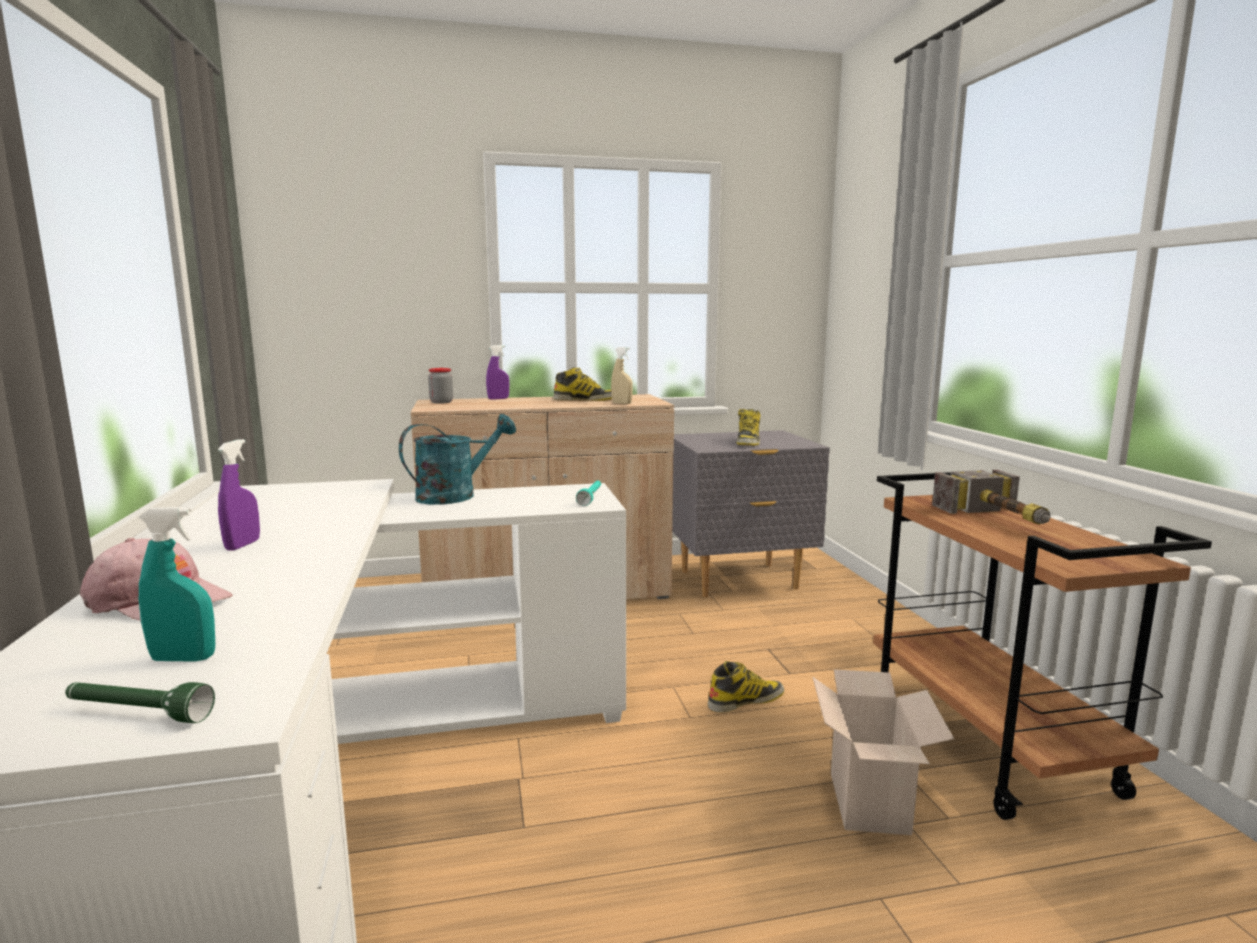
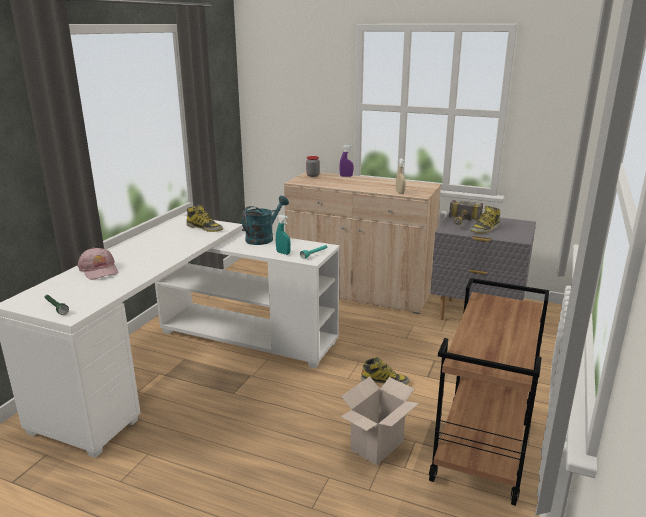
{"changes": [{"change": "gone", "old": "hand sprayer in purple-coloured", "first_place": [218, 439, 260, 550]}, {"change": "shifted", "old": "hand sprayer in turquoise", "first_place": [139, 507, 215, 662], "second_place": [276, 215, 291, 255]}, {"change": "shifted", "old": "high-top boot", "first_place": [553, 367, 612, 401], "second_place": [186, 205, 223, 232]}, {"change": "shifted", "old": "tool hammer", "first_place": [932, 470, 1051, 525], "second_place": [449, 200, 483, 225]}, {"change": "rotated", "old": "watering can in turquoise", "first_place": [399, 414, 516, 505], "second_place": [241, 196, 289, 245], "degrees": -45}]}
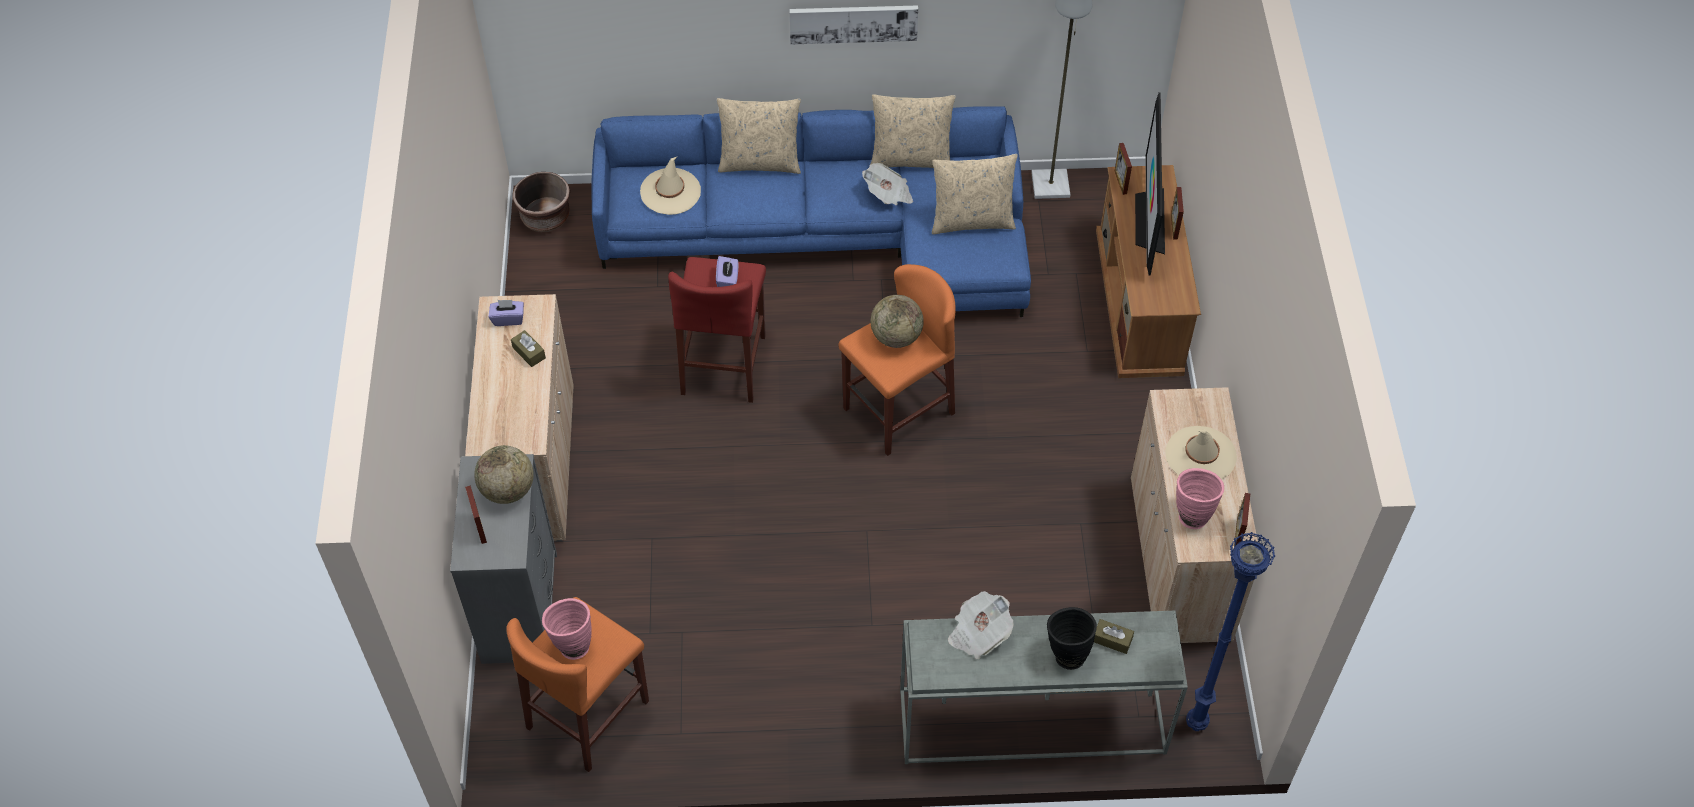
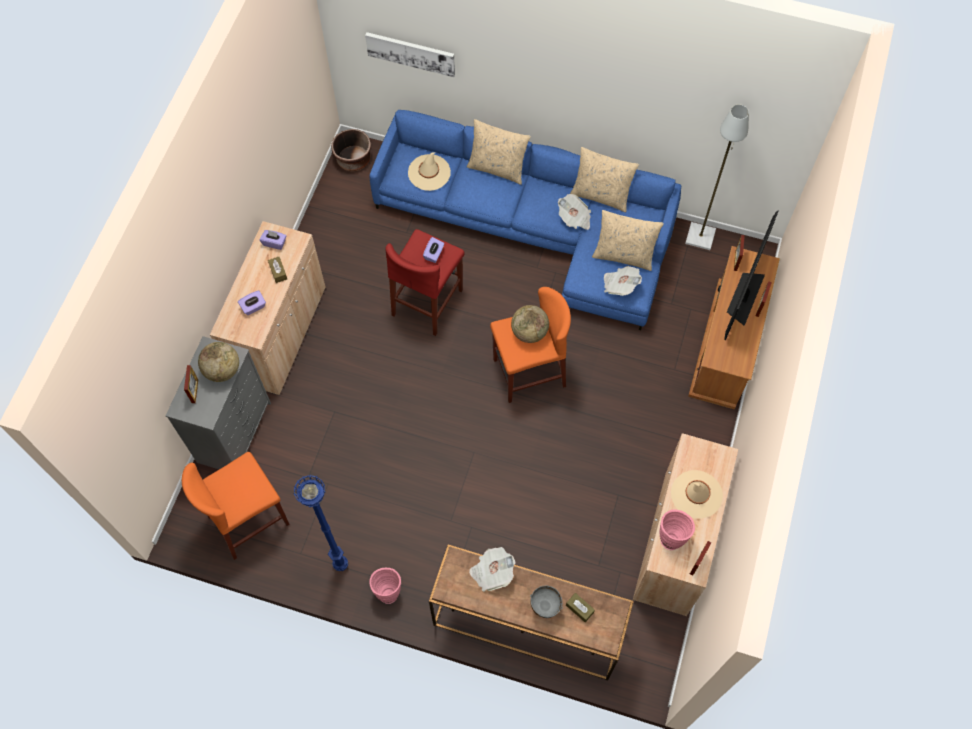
{"changes": [{"change": "new", "new": "tissue holder in purple-coloured", "second_place": [238, 290, 266, 315]}, {"change": "new", "new": "printed paper", "second_place": [604, 266, 642, 296]}, {"change": "shifted", "old": "vase in pink-coloured", "first_place": [542, 598, 592, 660], "second_place": [369, 568, 401, 604]}, {"change": "shifted", "old": "wall art", "first_place": [789, 5, 918, 44], "second_place": [365, 32, 455, 77]}, {"change": "shifted", "old": "standing lamp in bluish", "first_place": [1186, 532, 1276, 731], "second_place": [293, 475, 348, 571]}, {"change": "swapped", "old": "vase in blackish", "new": "deep dish in grey", "first_place": [1047, 607, 1097, 670], "second_place": [530, 586, 563, 618]}, {"change": "repainted", "old": "narrow table in grey", "new": "narrow table in brown", "first_place": [900, 611, 1188, 764], "second_place": [429, 544, 634, 681]}]}
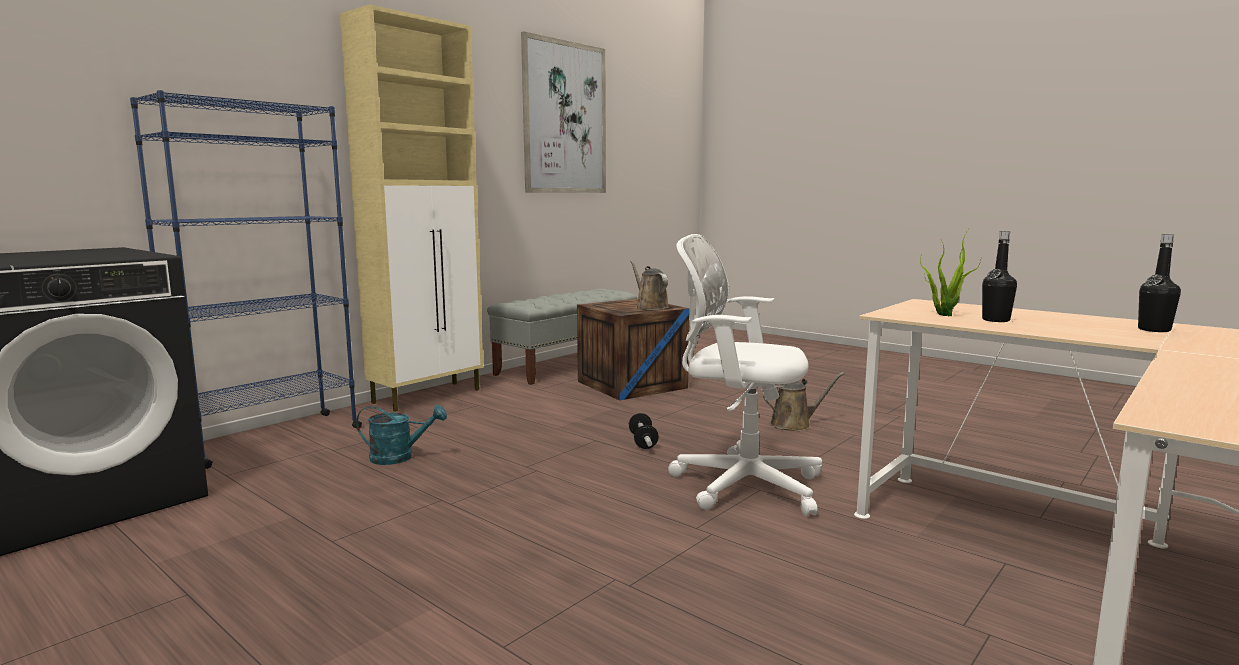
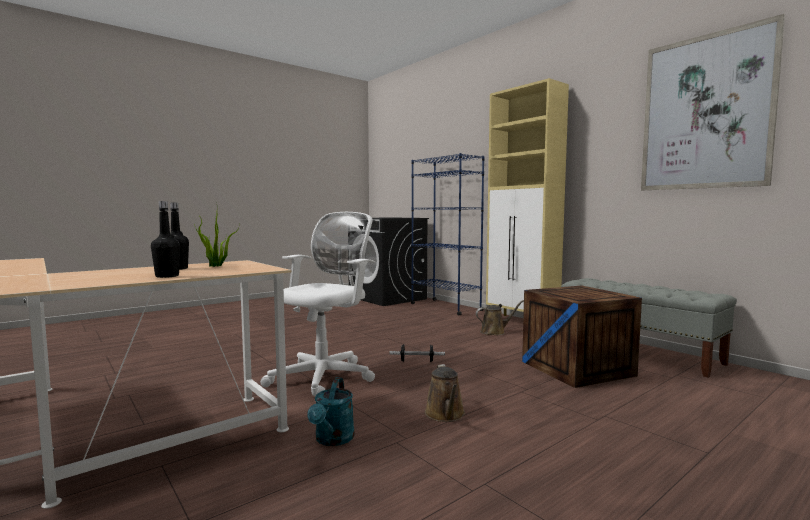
{"changes": [{"change": "shifted", "old": "watering can in turquoise", "first_place": [356, 405, 447, 465], "second_place": [307, 377, 355, 446]}, {"change": "shifted", "old": "watering can in brown", "first_place": [630, 260, 669, 310], "second_place": [476, 300, 524, 335]}, {"change": "shifted", "old": "beverage bottle in blackish", "first_place": [1138, 234, 1181, 332], "second_place": [151, 201, 180, 278]}]}
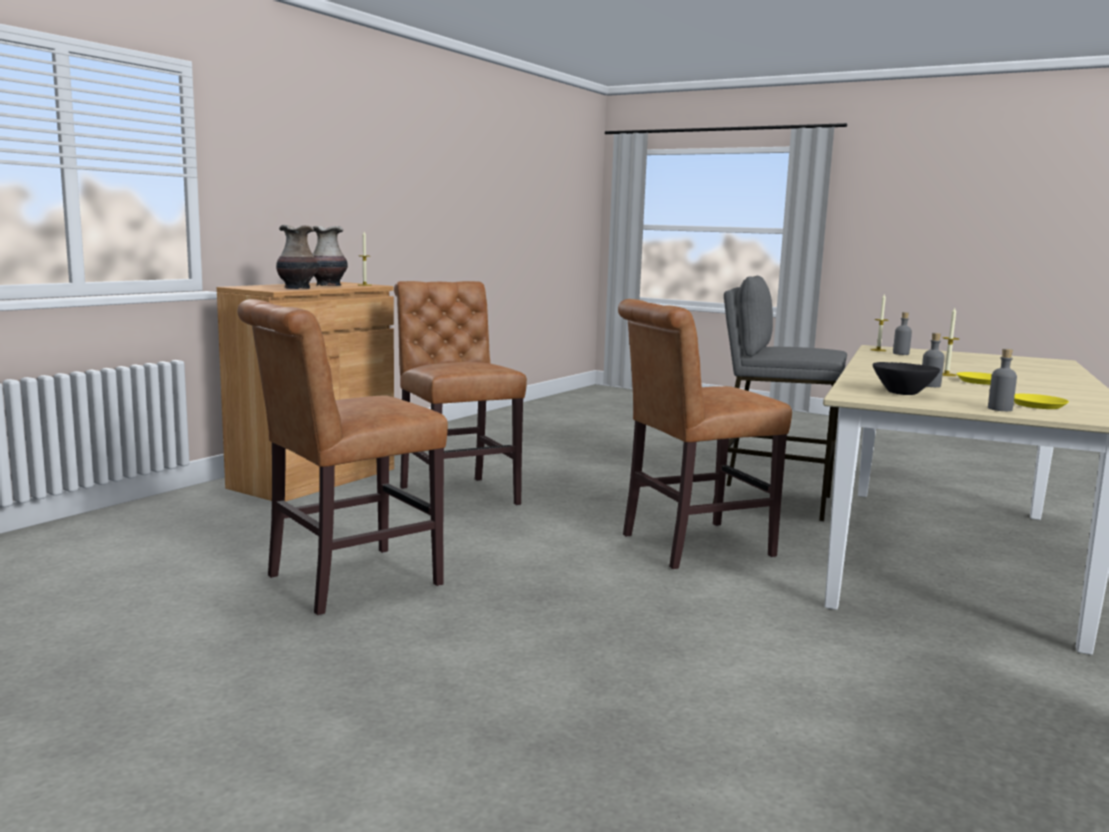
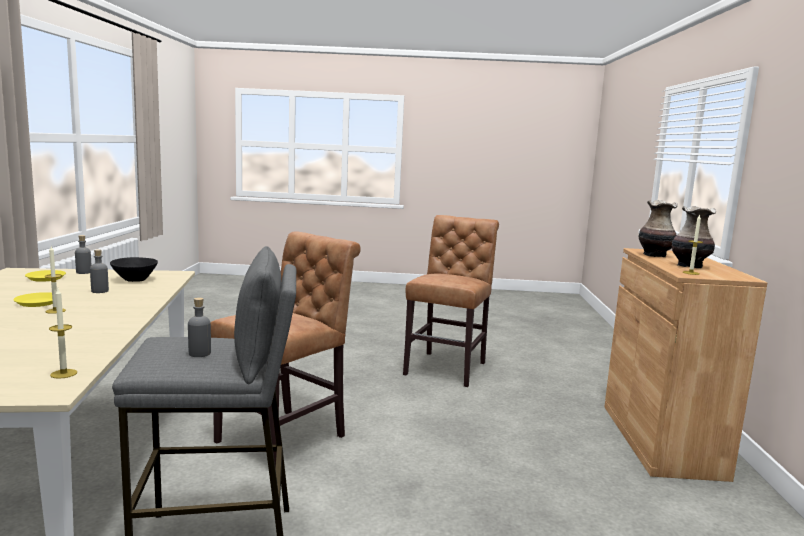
{"changes": [{"change": "gone", "old": "chair in brown", "first_place": [394, 281, 527, 506]}, {"change": "shifted", "old": "beverage bottle in grey", "first_place": [893, 312, 912, 355], "second_place": [188, 297, 211, 357]}]}
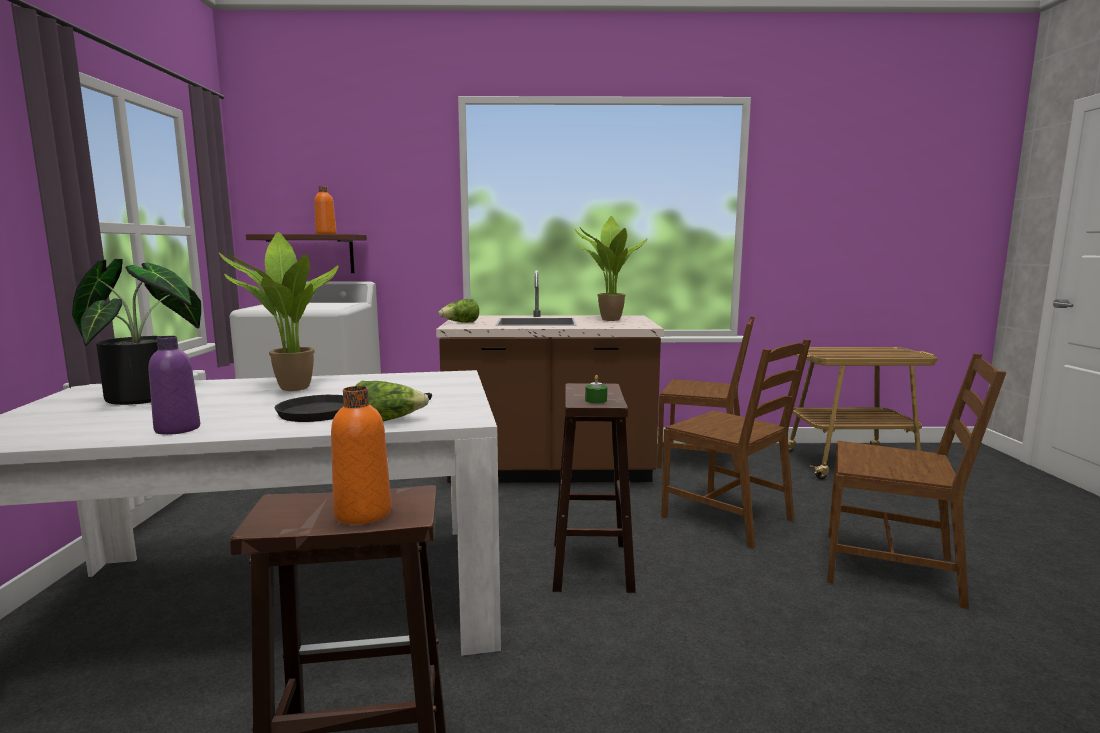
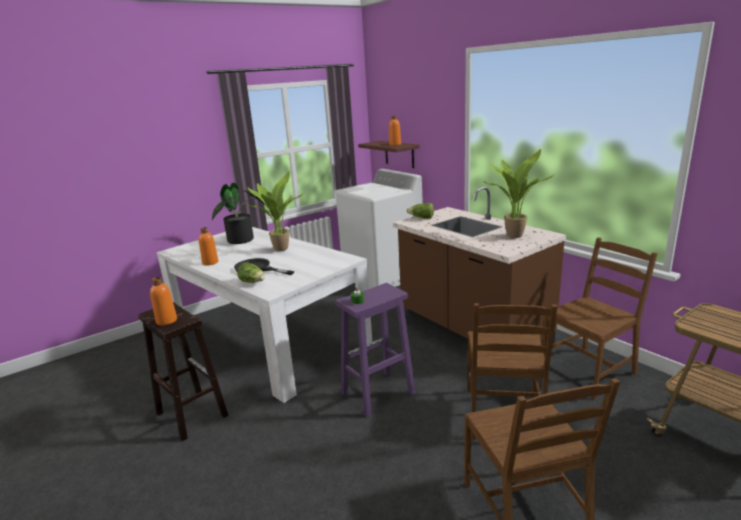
{"changes": [{"change": "repainted", "old": "beverage bottle in purple-coloured", "new": "beverage bottle in orangey", "first_place": [149, 336, 200, 435], "second_place": [199, 227, 218, 265]}, {"change": "repainted", "old": "stool in brown", "new": "stool in purple-coloured", "first_place": [553, 383, 636, 593], "second_place": [336, 283, 415, 417]}, {"change": "rotated", "old": "chair in brown", "first_place": [657, 316, 755, 472], "second_place": [542, 237, 658, 399], "degrees": -105}]}
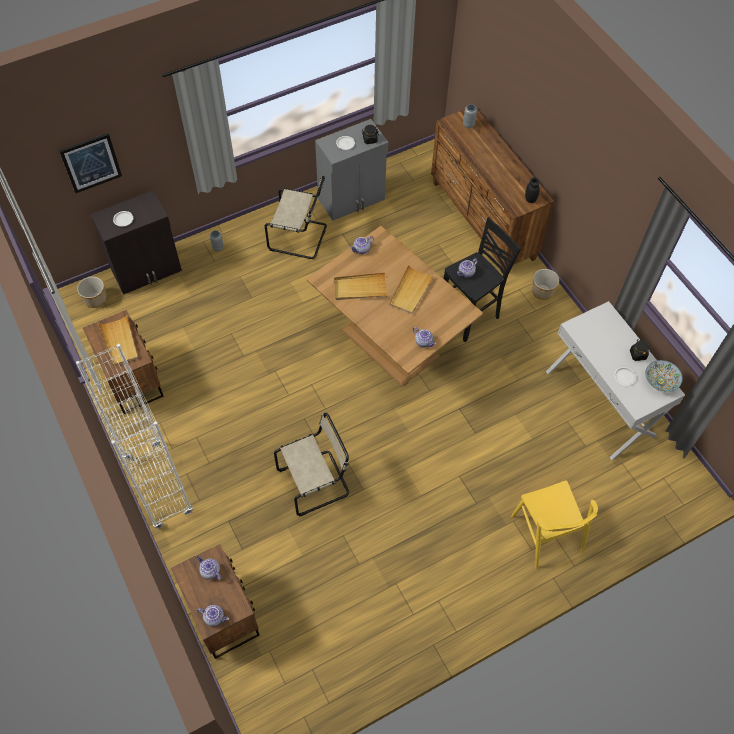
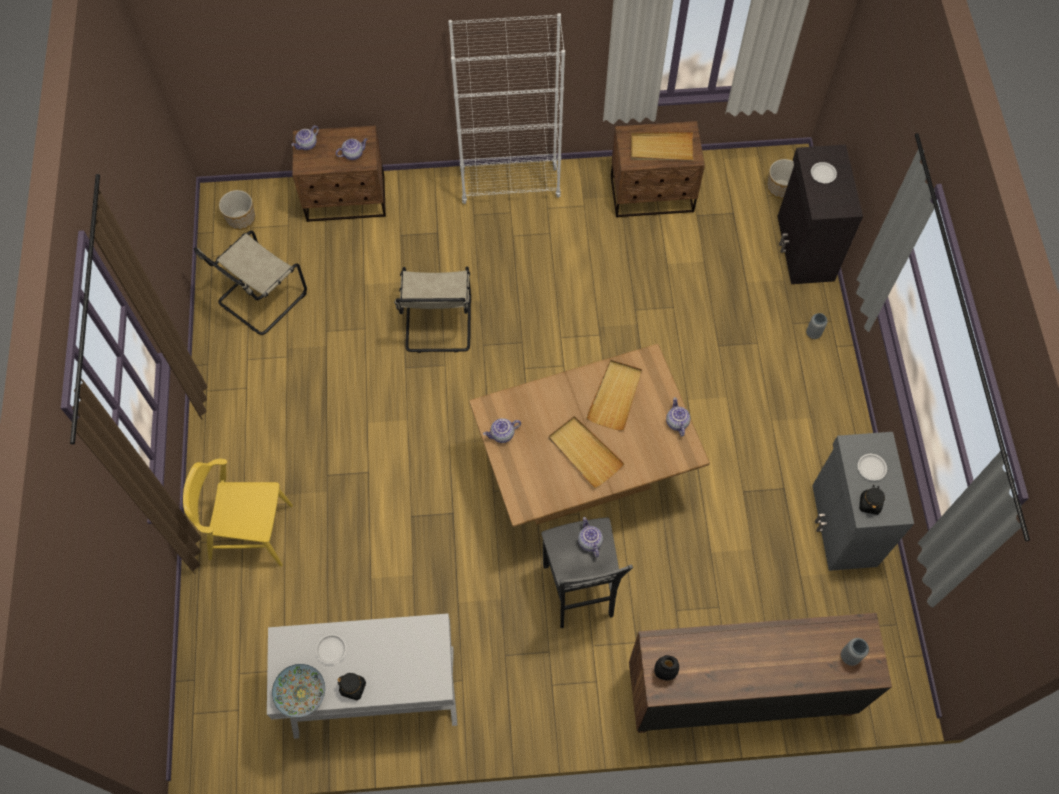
{"changes": [{"change": "gone", "old": "wall art", "first_place": [59, 133, 122, 193]}, {"change": "shifted", "old": "chair in beige", "first_place": [265, 176, 327, 259], "second_place": [194, 231, 307, 335]}, {"change": "shifted", "old": "planter", "first_place": [532, 269, 559, 300], "second_place": [219, 190, 255, 230]}]}
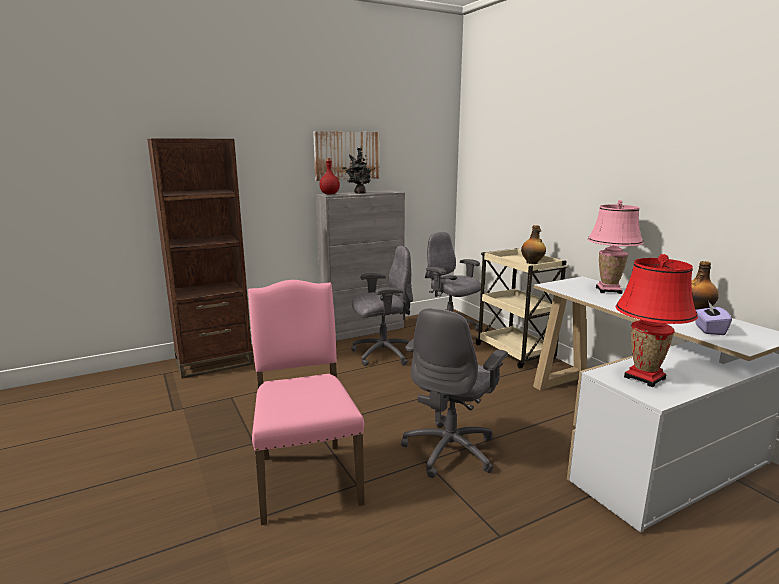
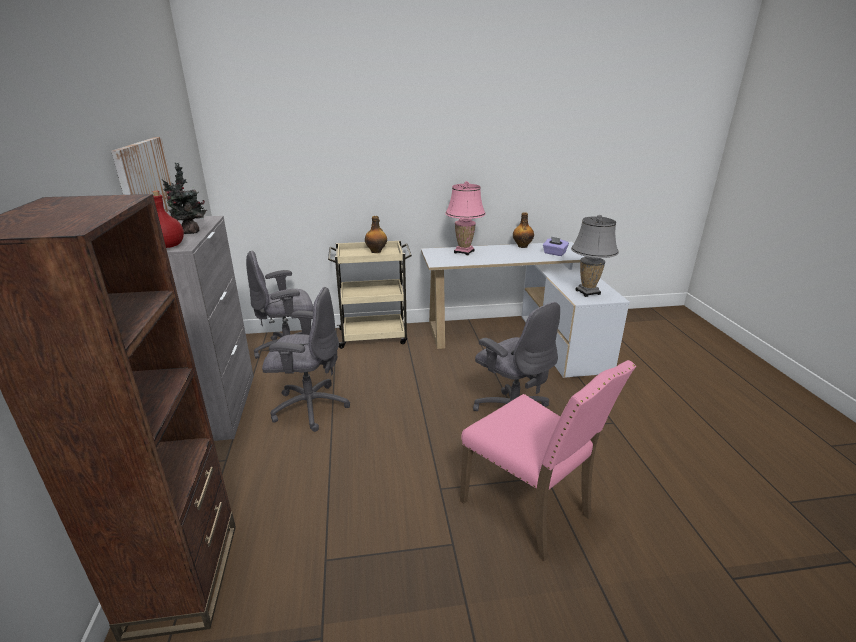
{"changes": [{"change": "repainted", "old": "lamp for a table in reddish", "new": "lamp for a table in grey", "first_place": [615, 254, 698, 387], "second_place": [571, 215, 619, 297]}, {"change": "rotated", "old": "chair in pink-coloured", "first_place": [248, 280, 365, 525], "second_place": [460, 360, 636, 562], "degrees": -135}, {"change": "rotated", "old": "office chair in grey", "first_place": [351, 246, 413, 366], "second_place": [262, 287, 350, 432], "degrees": 90}]}
